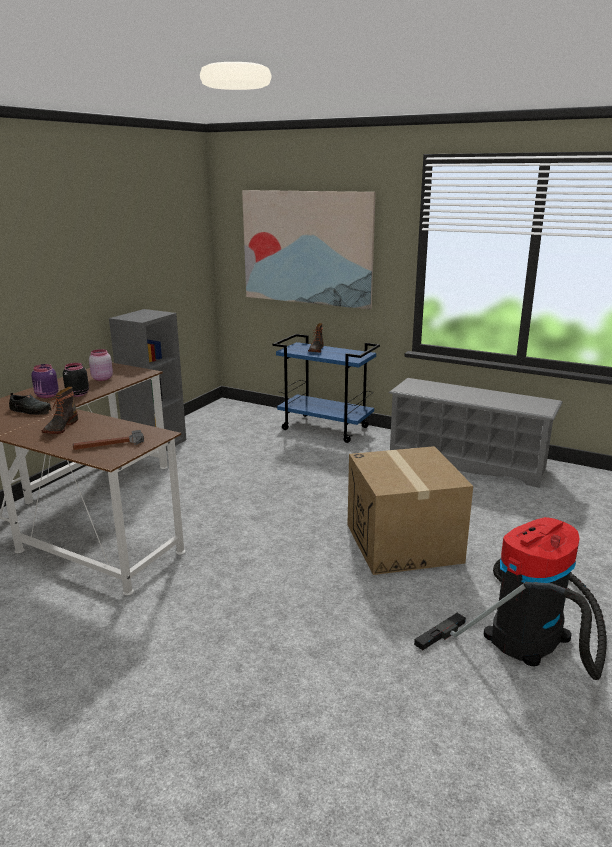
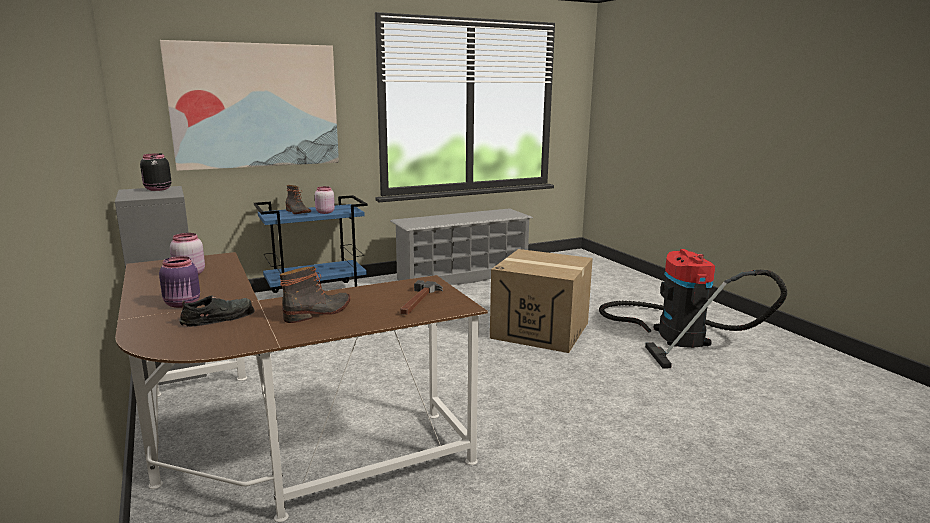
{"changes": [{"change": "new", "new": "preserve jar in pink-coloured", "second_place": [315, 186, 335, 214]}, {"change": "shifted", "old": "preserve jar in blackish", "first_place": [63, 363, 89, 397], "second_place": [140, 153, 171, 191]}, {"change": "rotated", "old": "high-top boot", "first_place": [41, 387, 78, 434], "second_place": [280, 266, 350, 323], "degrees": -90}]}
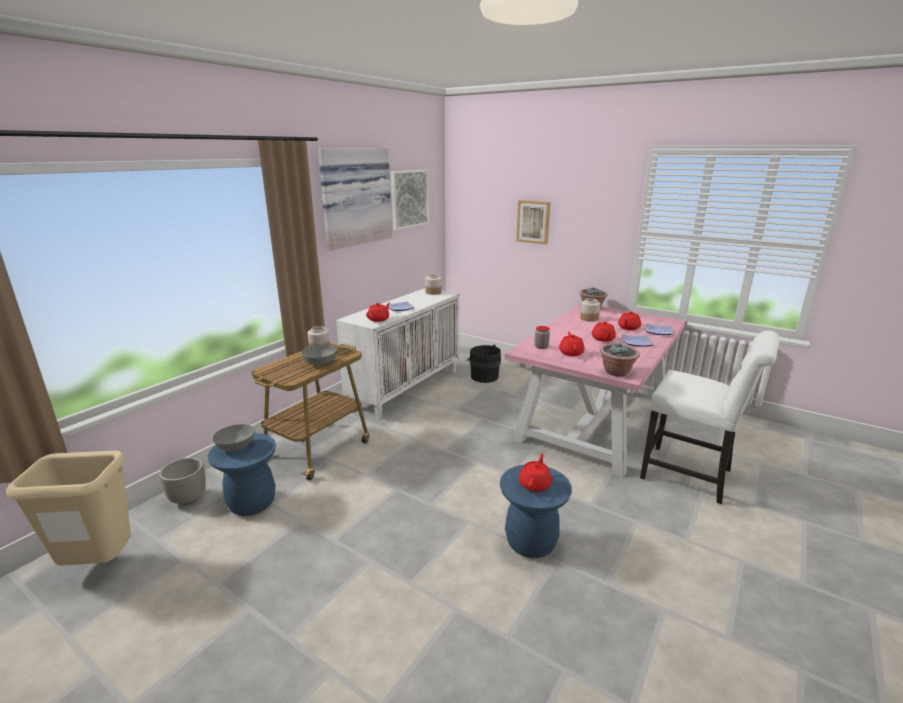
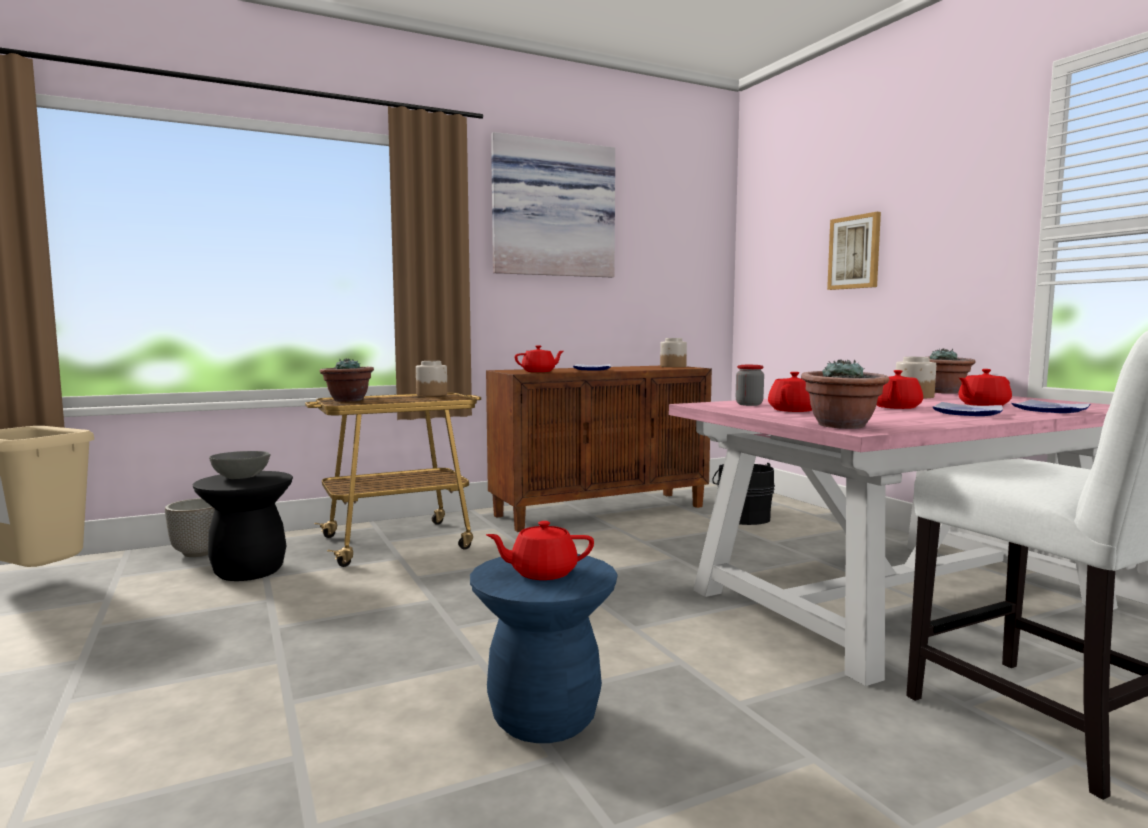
{"changes": [{"change": "gone", "old": "deep dish in grey", "first_place": [301, 344, 337, 366]}, {"change": "gone", "old": "wall art", "first_place": [391, 170, 429, 230]}, {"change": "new", "new": "houseplant", "second_place": [320, 358, 374, 402]}, {"change": "repainted", "old": "stool in bluish", "new": "stool in blackish", "first_place": [208, 433, 276, 516], "second_place": [193, 471, 293, 581]}, {"change": "repainted", "old": "cabinet in whitish", "new": "cabinet in brown", "first_place": [336, 288, 460, 420], "second_place": [486, 366, 712, 532]}, {"change": "rotated", "old": "teapot in reddish", "first_place": [519, 454, 552, 492], "second_place": [486, 521, 594, 580], "degrees": -150}]}
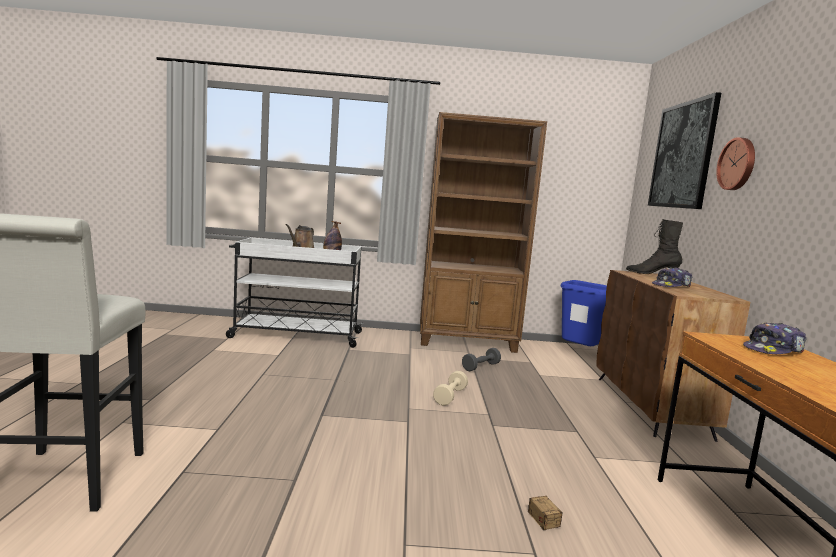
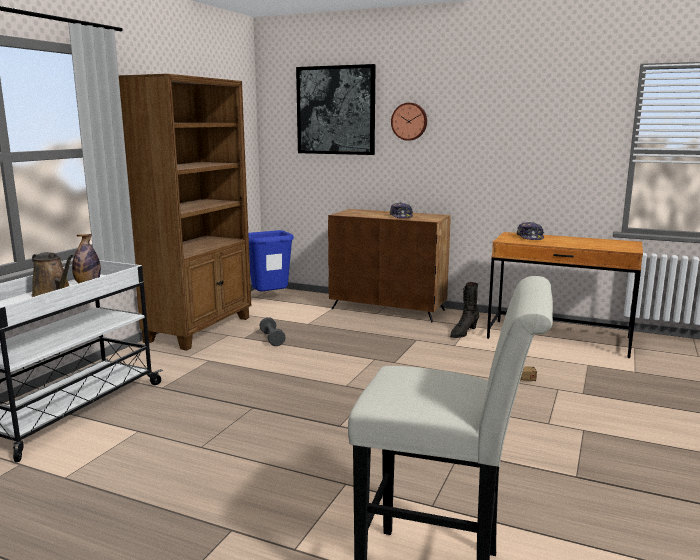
{"changes": [{"change": "gone", "old": "free weight in beige", "first_place": [433, 371, 468, 406]}, {"change": "shifted", "old": "high-top boot in blackish", "first_place": [626, 219, 683, 274], "second_place": [450, 282, 479, 338]}]}
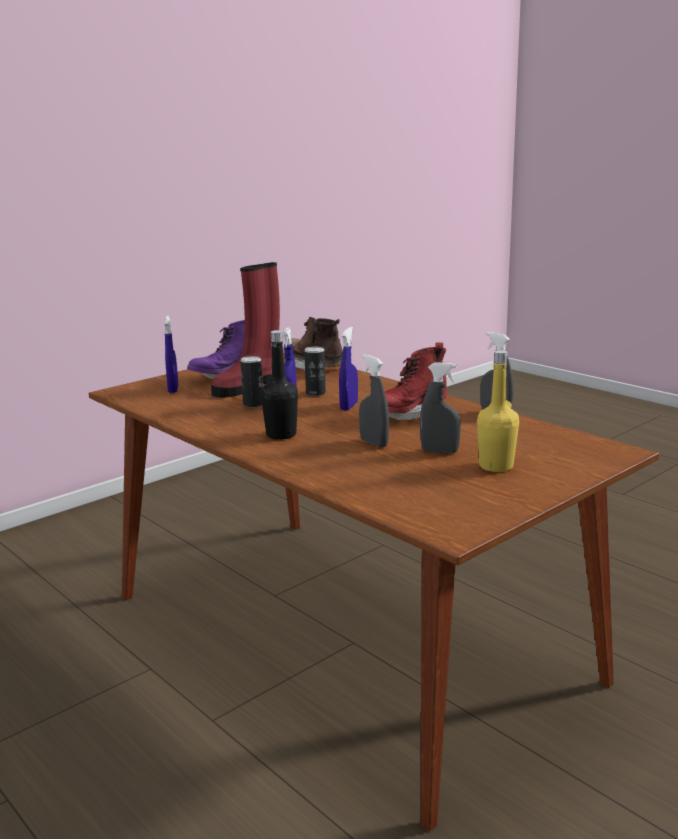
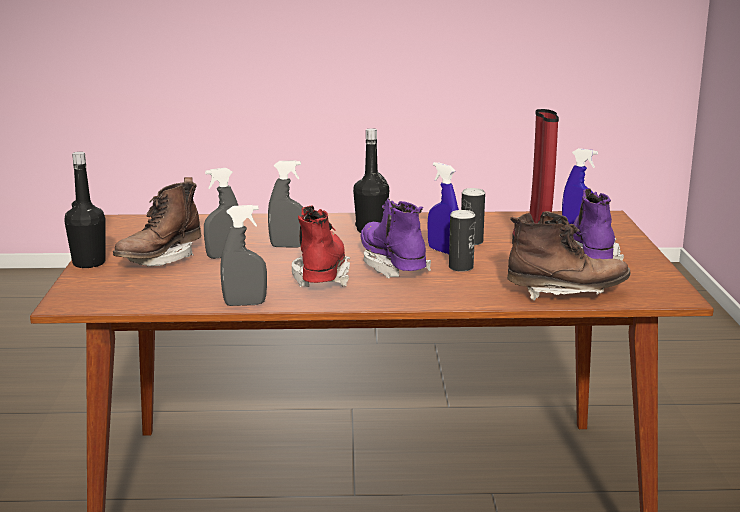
{"changes": [{"change": "new", "new": "beverage bottle in blackish", "second_place": [64, 152, 106, 268]}, {"change": "swapped", "old": "hand sprayer in bluish", "new": "high-top boot in purple-coloured", "first_place": [339, 327, 358, 410], "second_place": [361, 198, 431, 278]}, {"change": "swapped", "old": "beverage bottle in yellow", "new": "high-top boot in brown", "first_place": [477, 350, 519, 472], "second_place": [113, 177, 201, 266]}]}
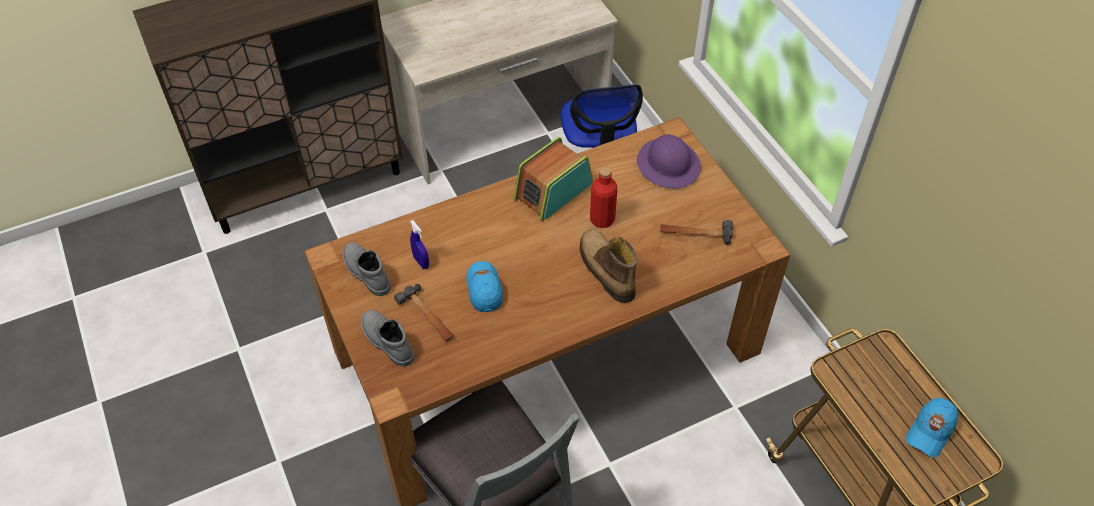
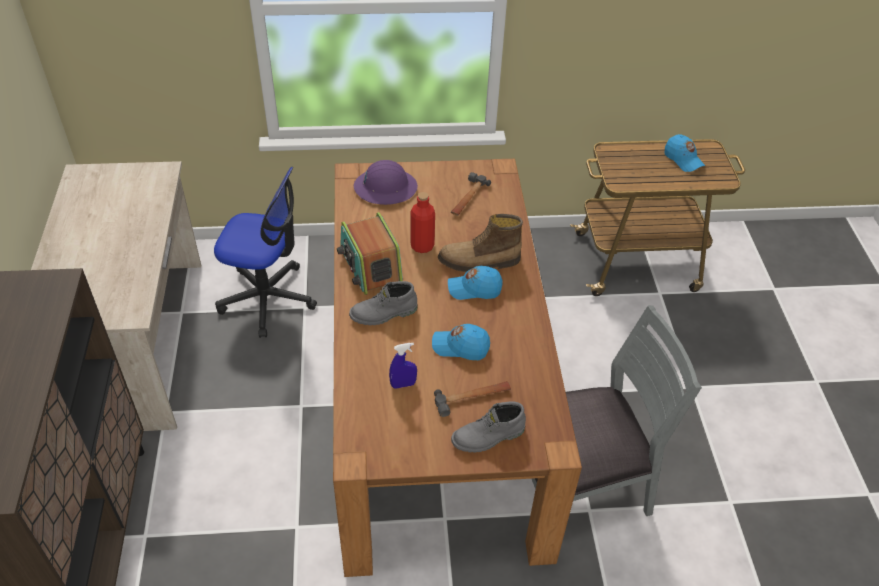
{"changes": [{"change": "new", "new": "baseball cap in bluish", "second_place": [448, 266, 503, 300]}, {"change": "shifted", "old": "high-top boot in grey", "first_place": [343, 242, 391, 296], "second_place": [349, 281, 417, 325]}]}
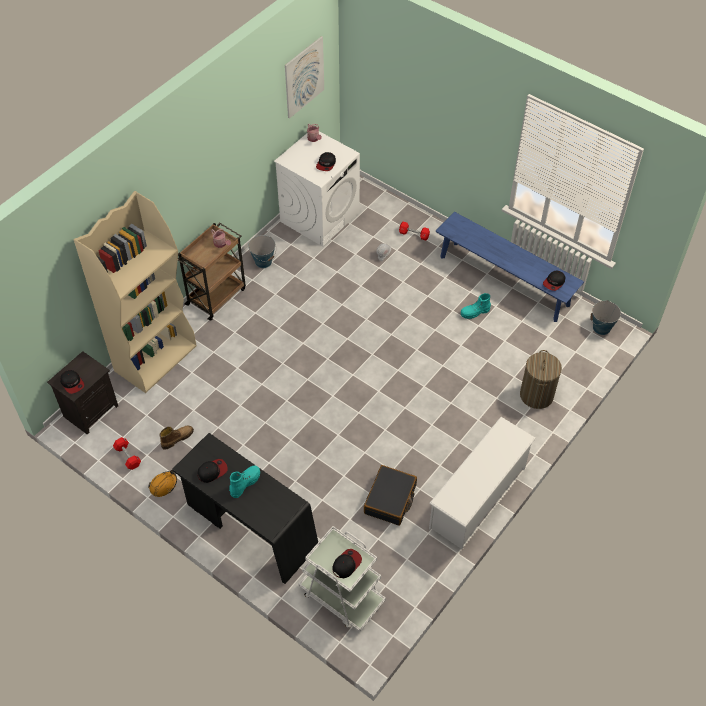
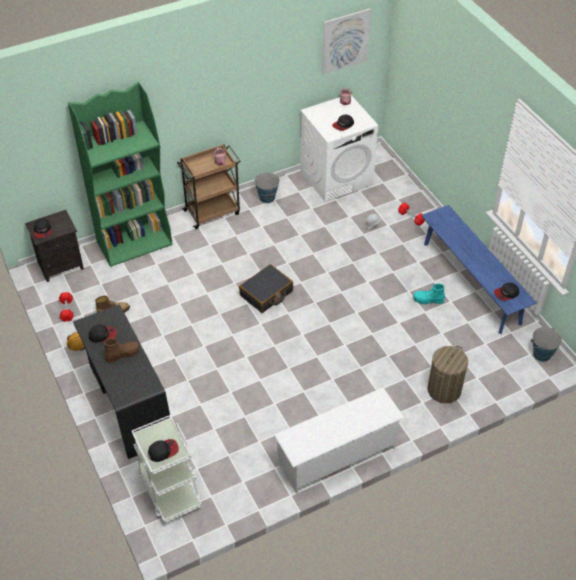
{"changes": [{"change": "shifted", "old": "suitcase in blackish", "first_place": [364, 465, 417, 526], "second_place": [239, 264, 293, 313]}, {"change": "repainted", "old": "bookcase in beige", "new": "bookcase in greenish", "first_place": [73, 191, 197, 393], "second_place": [68, 81, 173, 267]}, {"change": "repainted", "old": "high-top boot in turquoise", "new": "high-top boot in brown", "first_place": [229, 466, 260, 498], "second_place": [104, 338, 140, 363]}]}
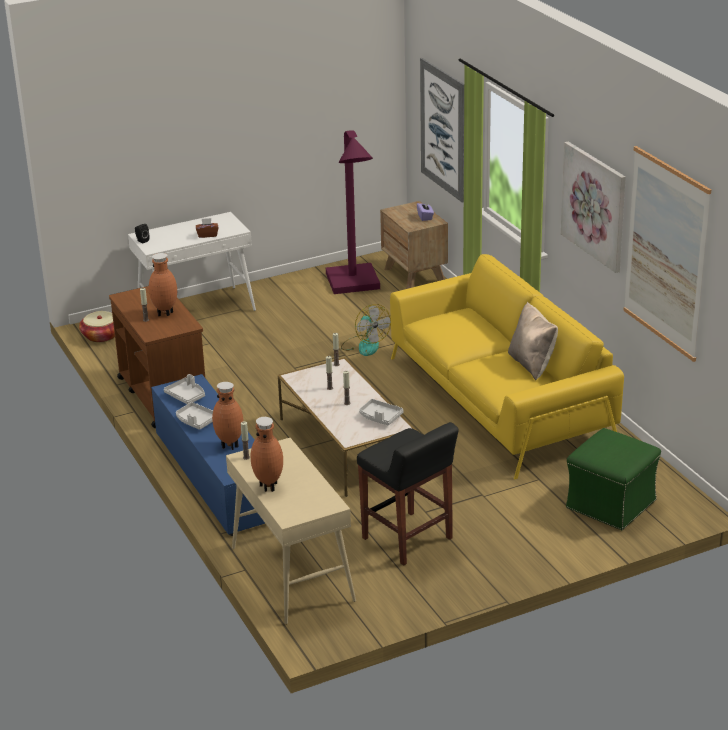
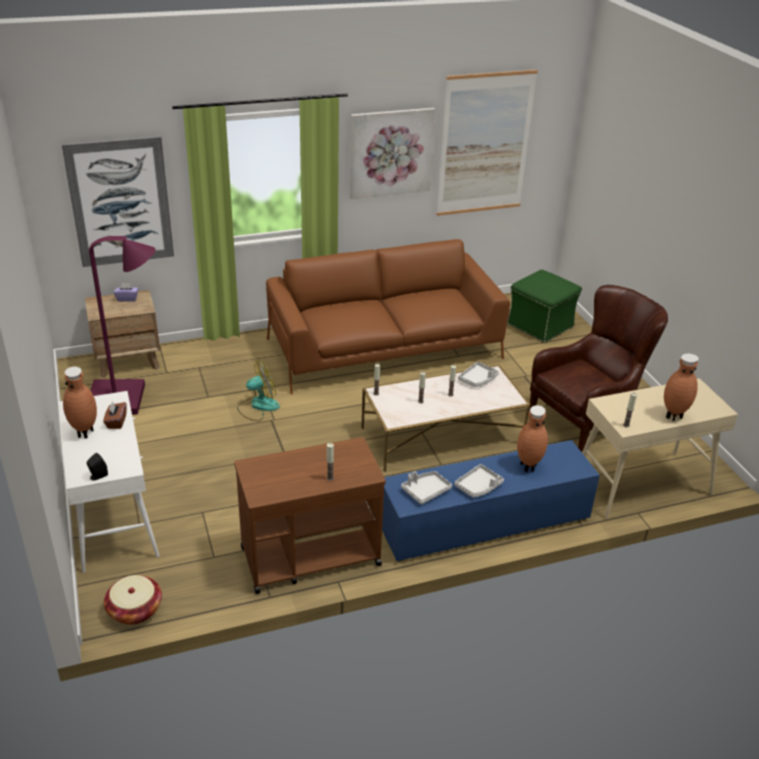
{"changes": [{"change": "gone", "old": "throw pillow in beige", "first_place": [508, 302, 558, 380]}, {"change": "shifted", "old": "vase in brown", "first_place": [149, 253, 177, 316], "second_place": [63, 366, 97, 439]}, {"change": "swapped", "old": "stool in blackish", "new": "lounge chair in brown", "first_place": [357, 422, 459, 566], "second_place": [529, 285, 668, 452]}, {"change": "repainted", "old": "settee in yellow", "new": "settee in brown", "first_place": [390, 254, 624, 479], "second_place": [266, 239, 510, 394]}]}
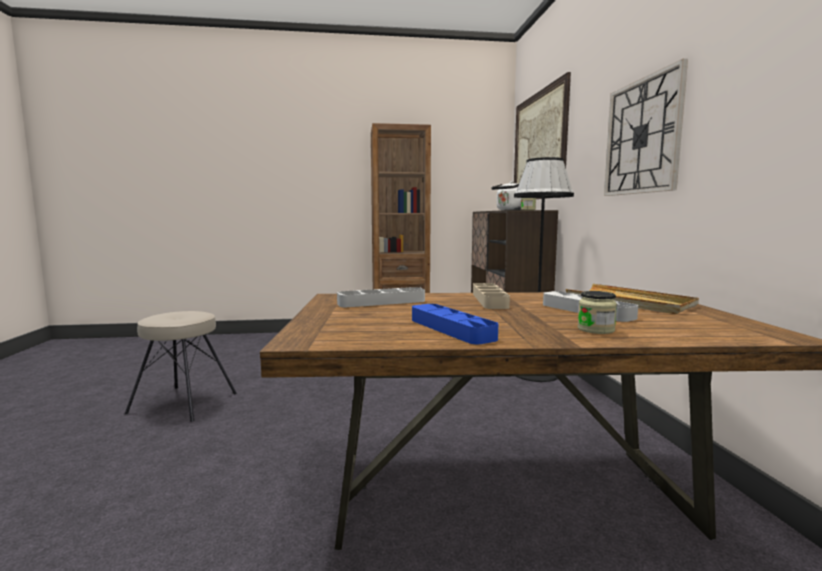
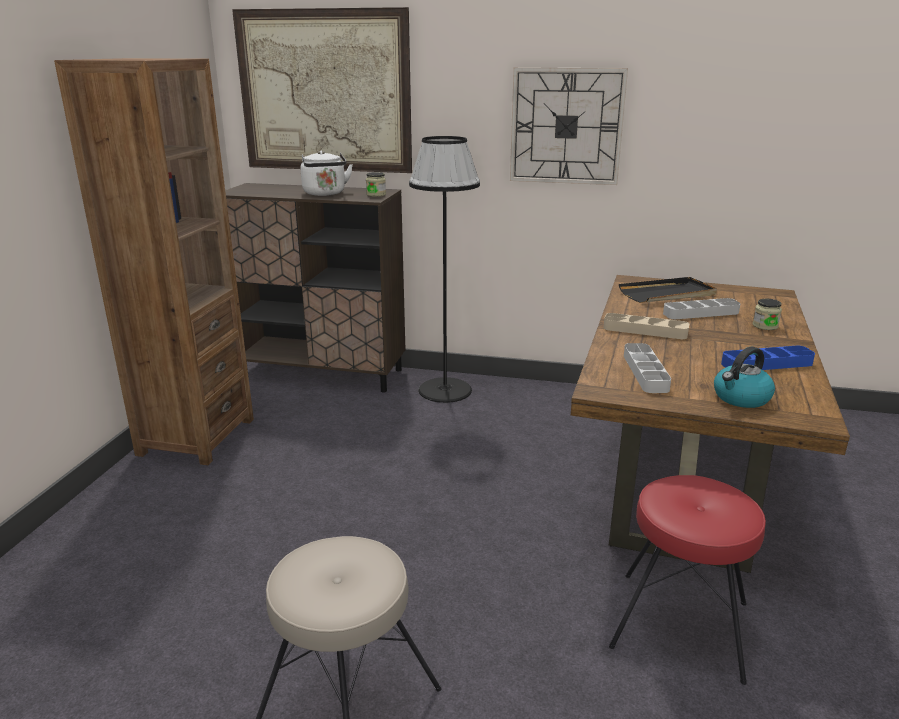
{"changes": [{"change": "new", "new": "stool in reddish", "second_place": [609, 475, 766, 685]}, {"change": "new", "new": "kettle", "second_place": [714, 347, 775, 408]}, {"change": "repainted", "old": "serving tray in beige", "new": "serving tray in blackish", "first_place": [566, 284, 699, 314], "second_place": [619, 277, 717, 303]}]}
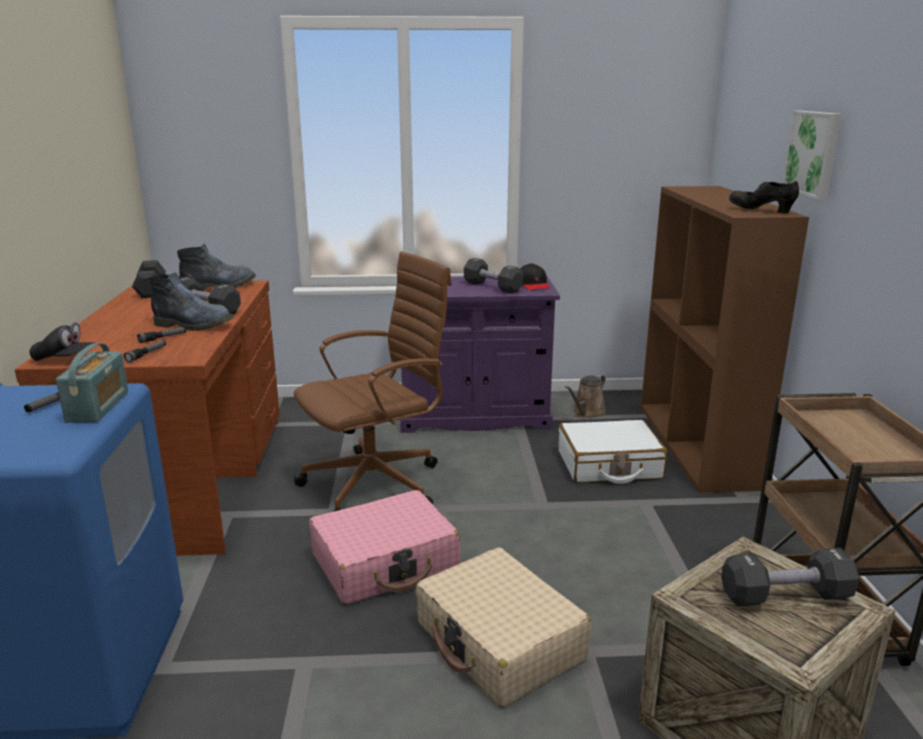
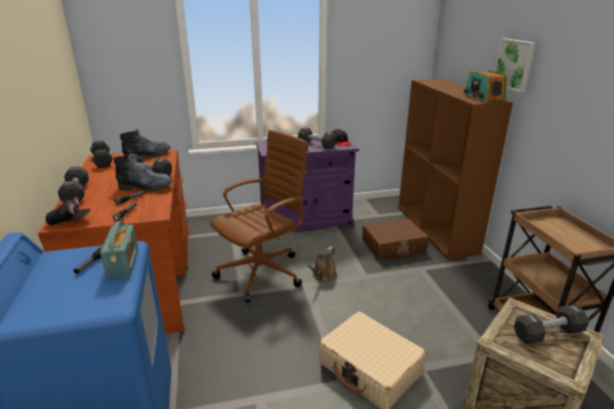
{"changes": [{"change": "gone", "old": "suitcase in pink-coloured", "first_place": [309, 490, 460, 604]}, {"change": "new", "new": "free weight in blackish", "second_place": [58, 166, 89, 202]}, {"change": "shifted", "old": "watering can in brown", "first_place": [565, 374, 606, 418], "second_place": [307, 246, 337, 282]}, {"change": "swapped", "old": "low shoe in blackish", "new": "radio set", "first_place": [729, 181, 799, 213], "second_place": [464, 70, 508, 103]}, {"change": "repainted", "old": "suitcase in whitish", "new": "suitcase in brown", "first_place": [559, 420, 667, 484], "second_place": [362, 218, 428, 260]}]}
